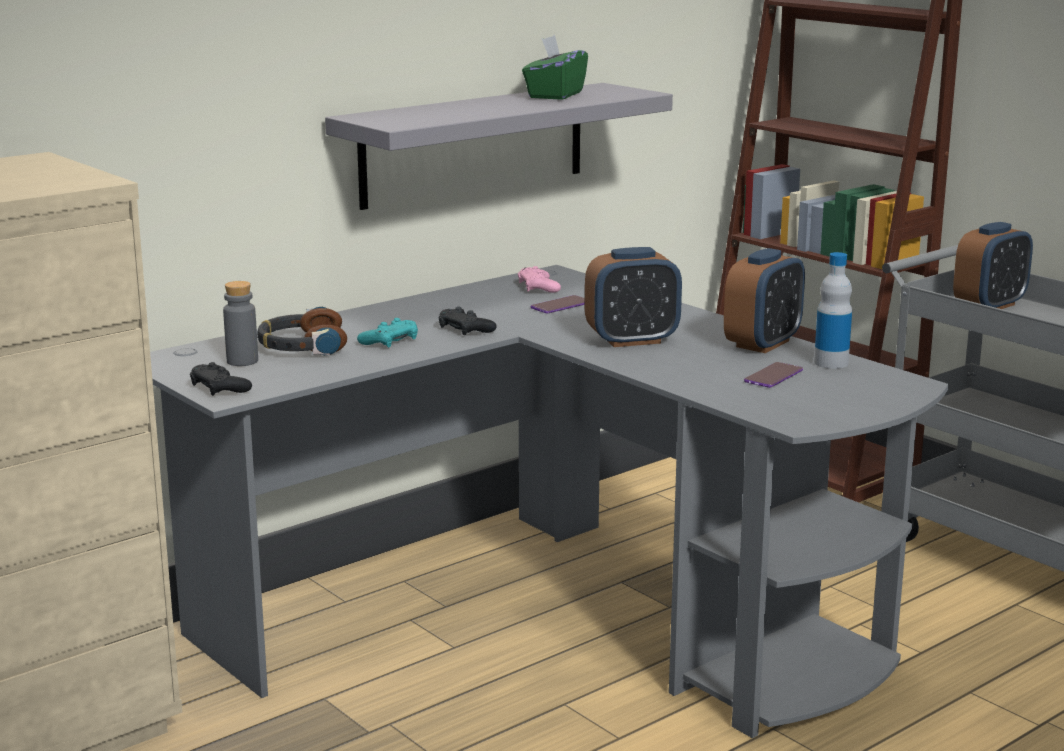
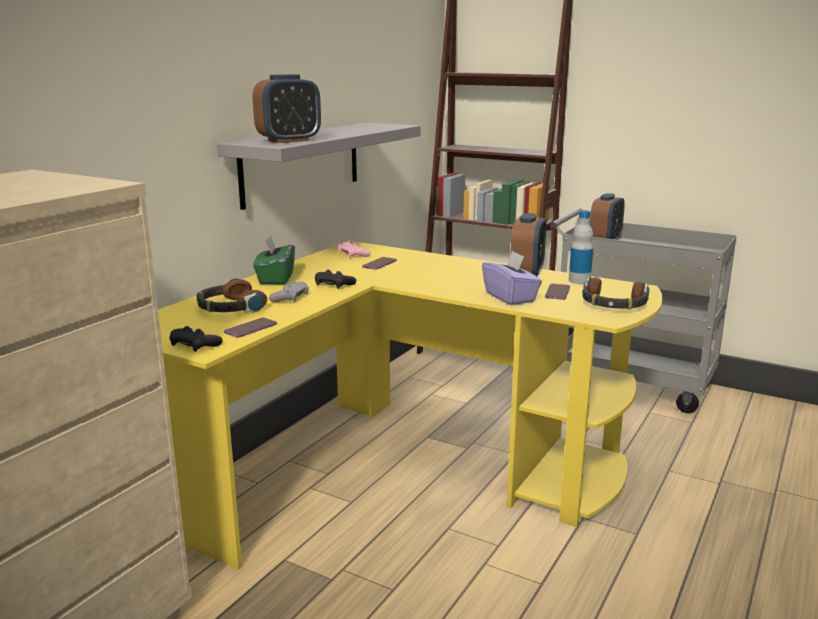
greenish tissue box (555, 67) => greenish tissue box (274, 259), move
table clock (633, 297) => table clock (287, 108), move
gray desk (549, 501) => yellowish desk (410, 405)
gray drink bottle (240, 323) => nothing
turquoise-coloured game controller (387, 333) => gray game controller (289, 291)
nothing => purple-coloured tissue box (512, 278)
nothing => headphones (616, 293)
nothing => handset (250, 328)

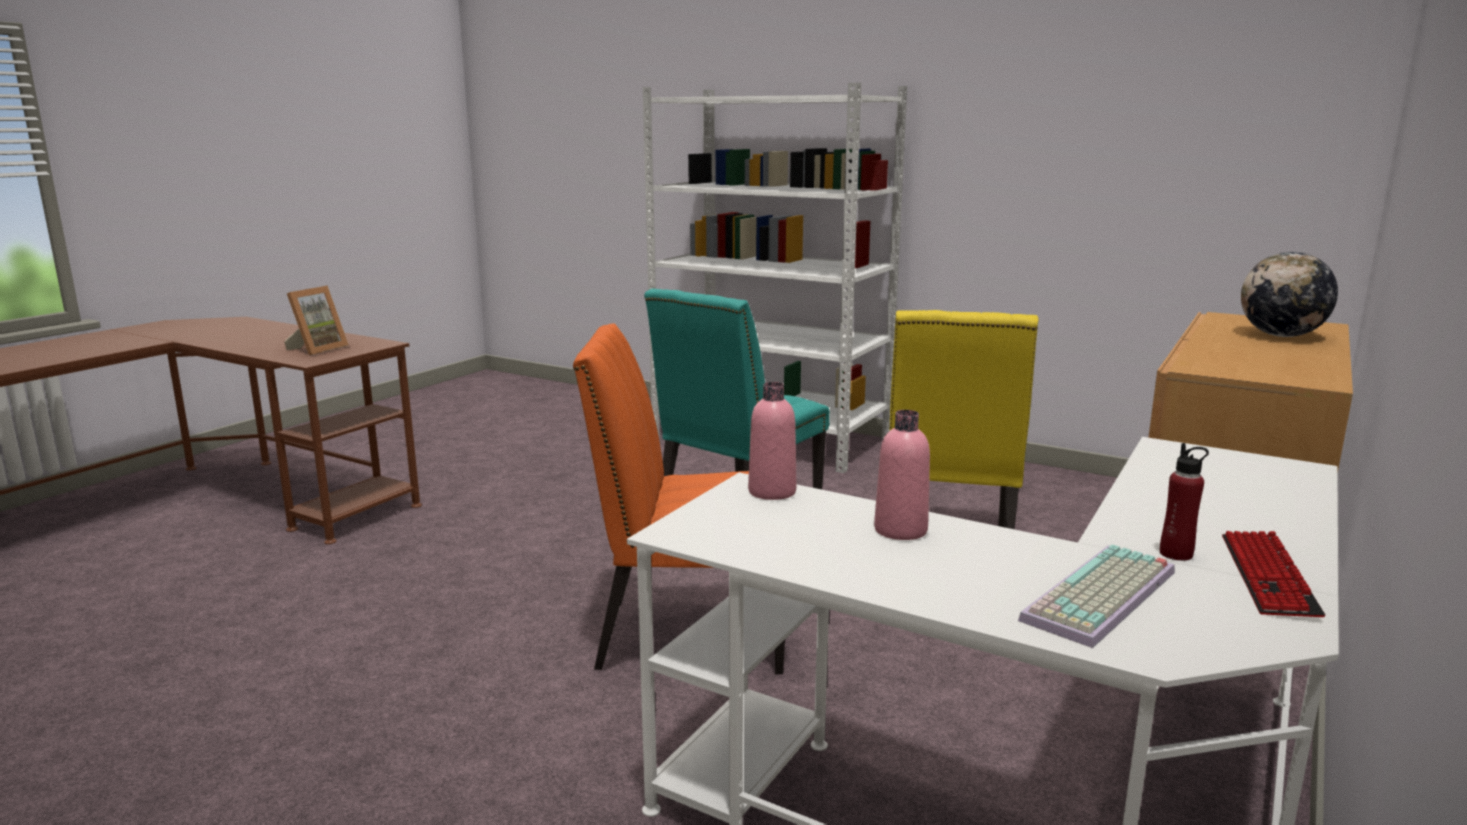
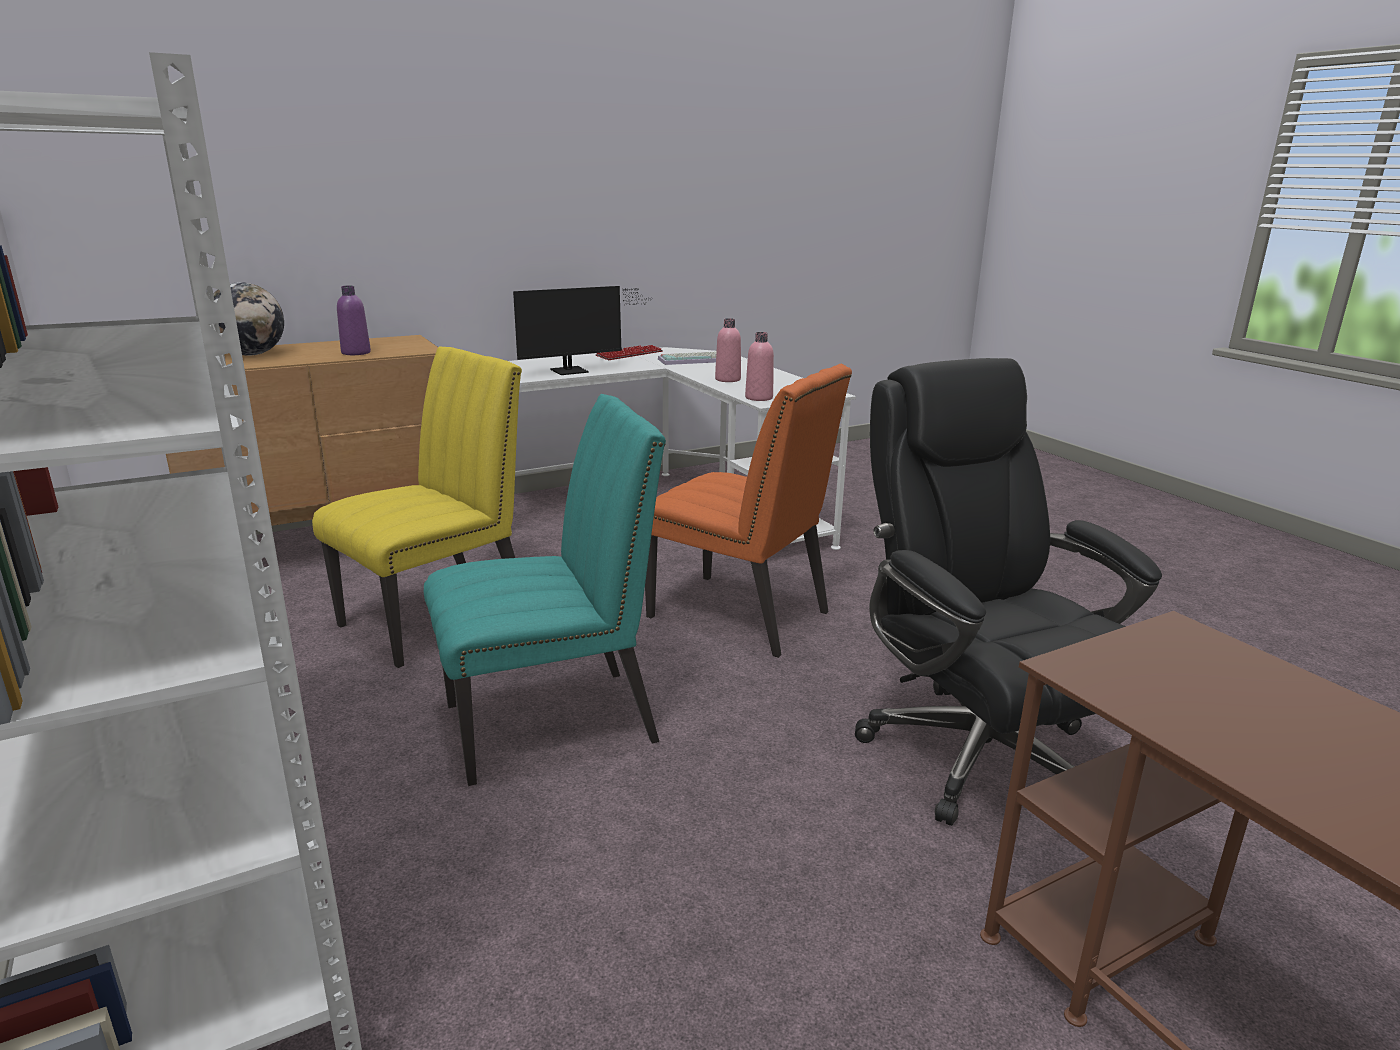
standing frame (316, 320) => nothing
reddish drink bottle (1184, 502) => nothing
nothing => purple-coloured drink bottle (354, 320)
nothing => computer display (581, 330)
nothing => blackish desk chair (1008, 592)

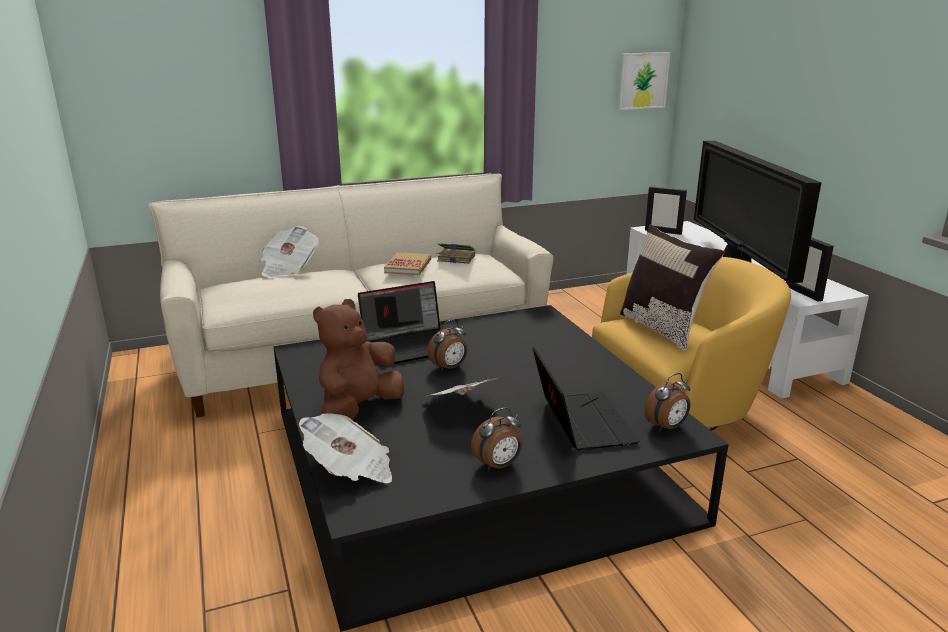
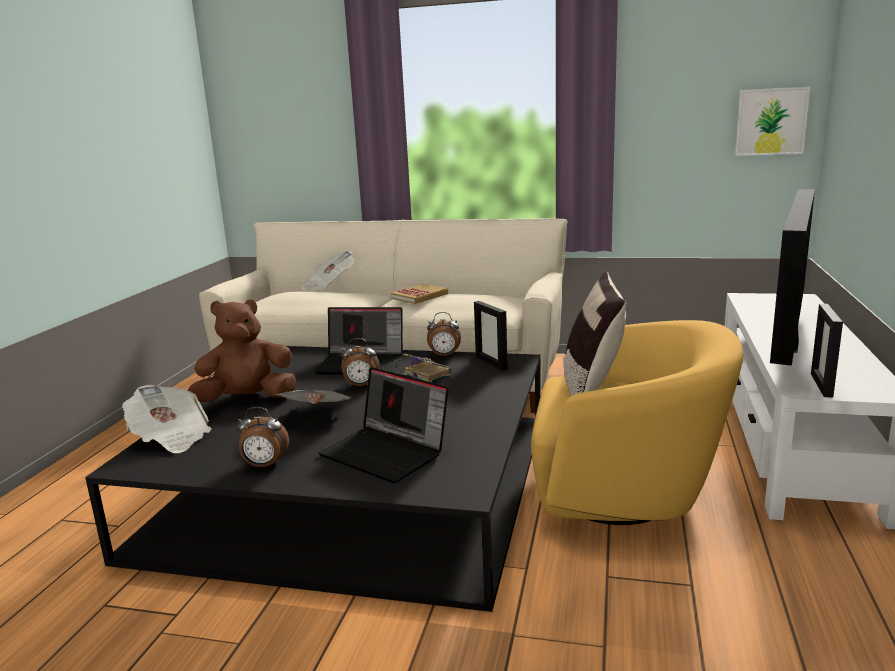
standing frame (666, 210) => standing frame (490, 336), move
bound book (456, 253) => bound book (427, 367), move
portable computer (585, 398) => portable computer (383, 425), 105 degrees clockwise
table clock (667, 402) => table clock (444, 334), move

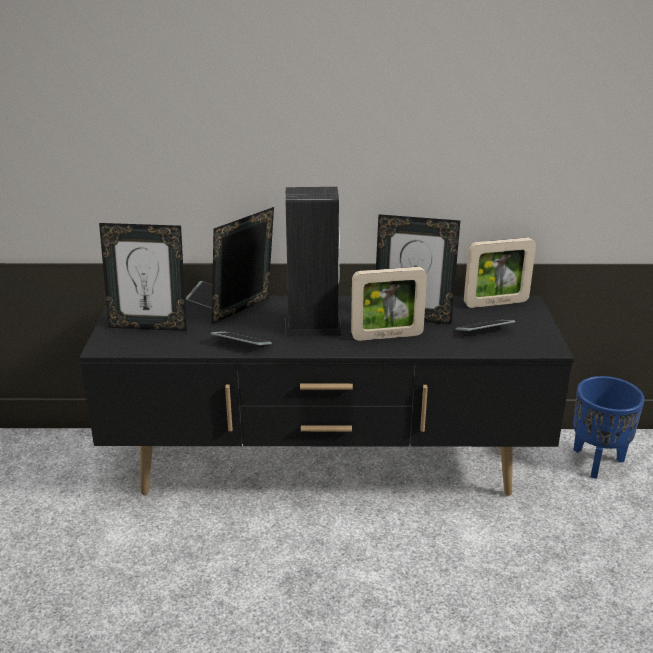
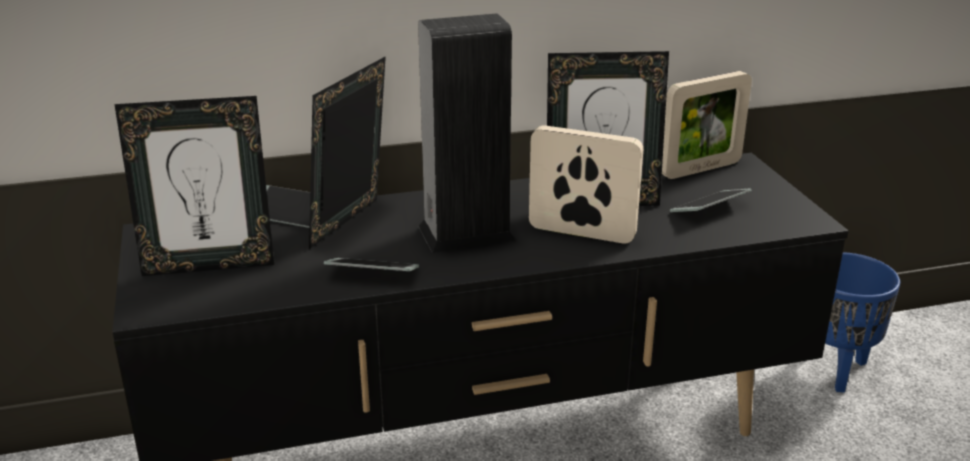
standing frame (389, 304) => standing frame (586, 184), 135 degrees counterclockwise

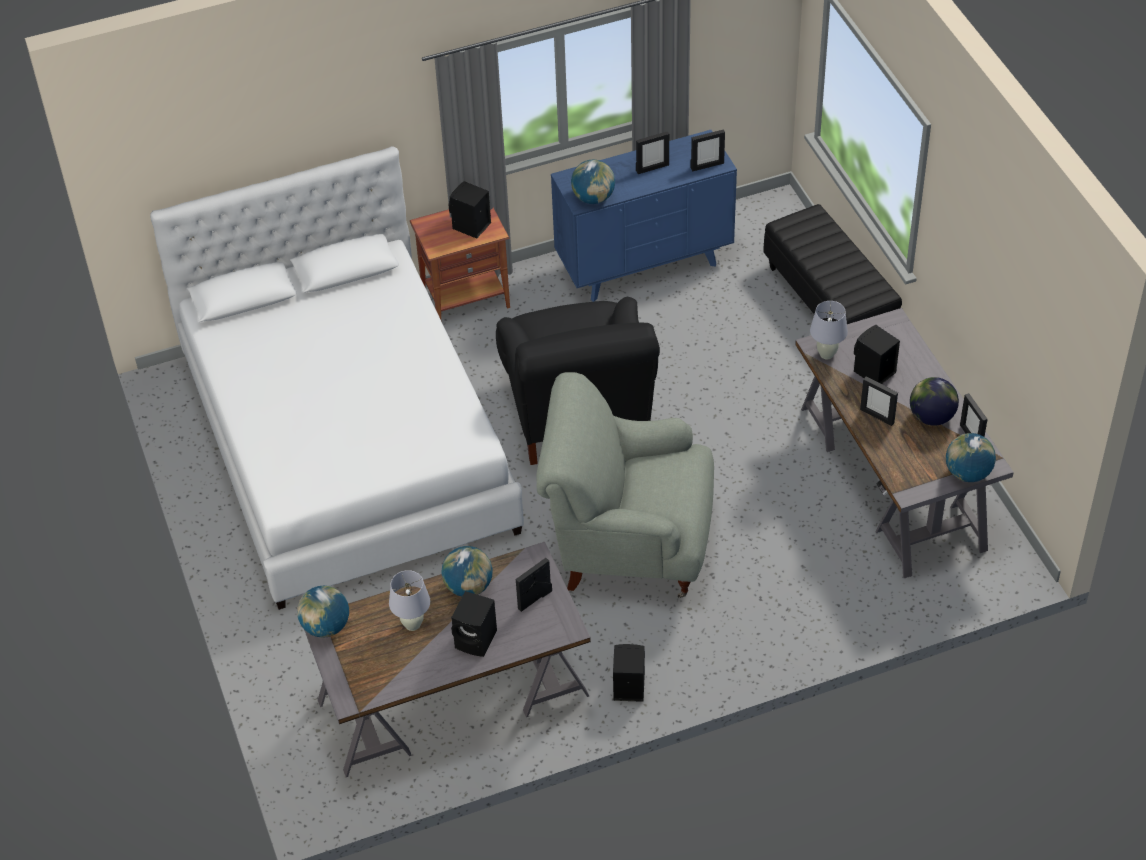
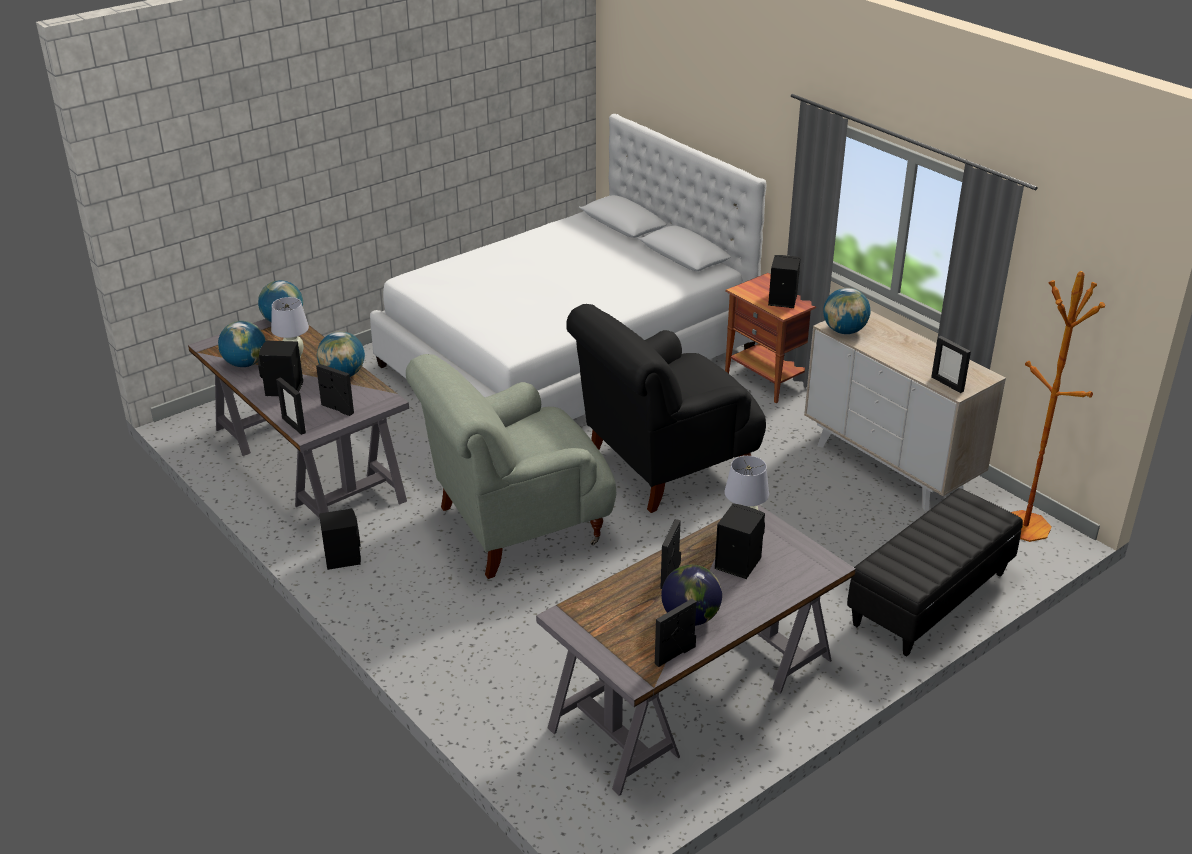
blue chest of drawers (644, 216) => white-coloured chest of drawers (905, 410)
standing frame (652, 152) => standing frame (291, 406), move
gray armchair (625, 485) => gray armchair (511, 466), 105 degrees counterclockwise
world globe (971, 457) => world globe (242, 344), move
nothing => orange garment rack (1058, 406)

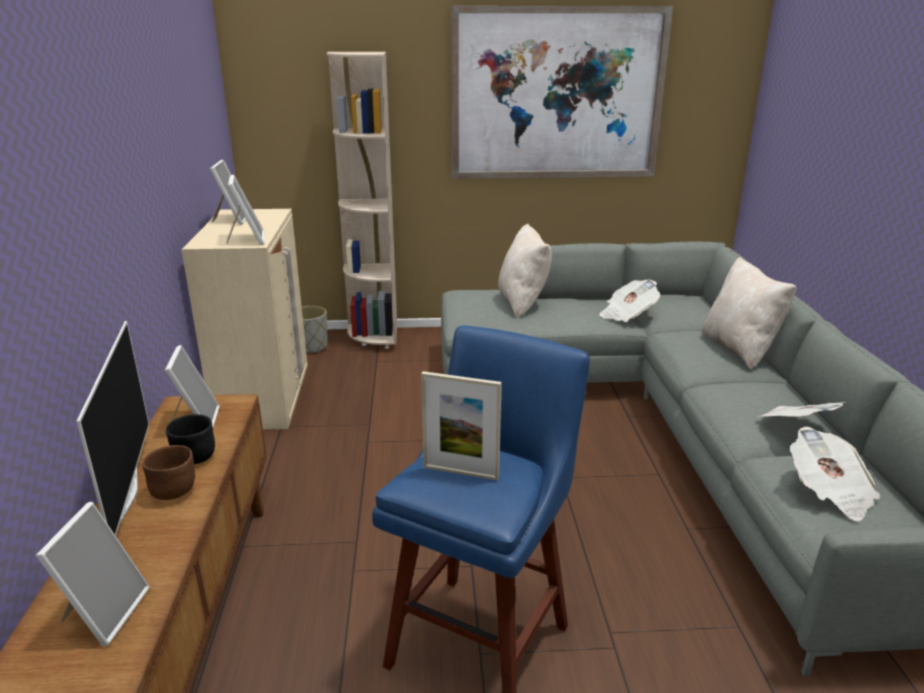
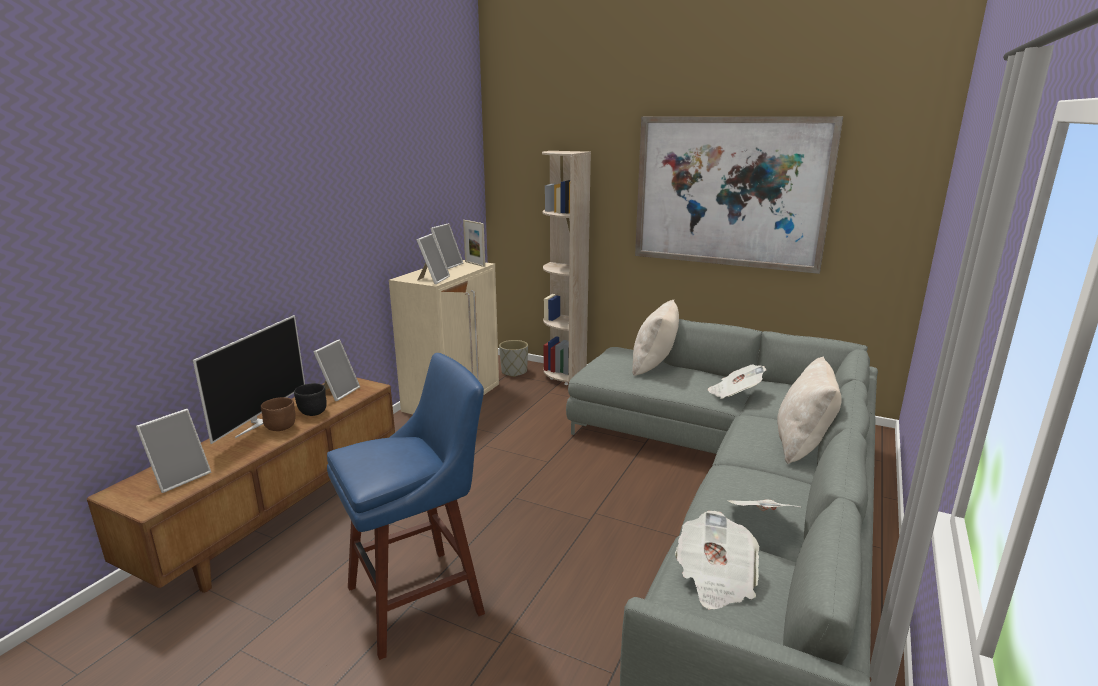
standing frame (461, 425) => standing frame (474, 243), move

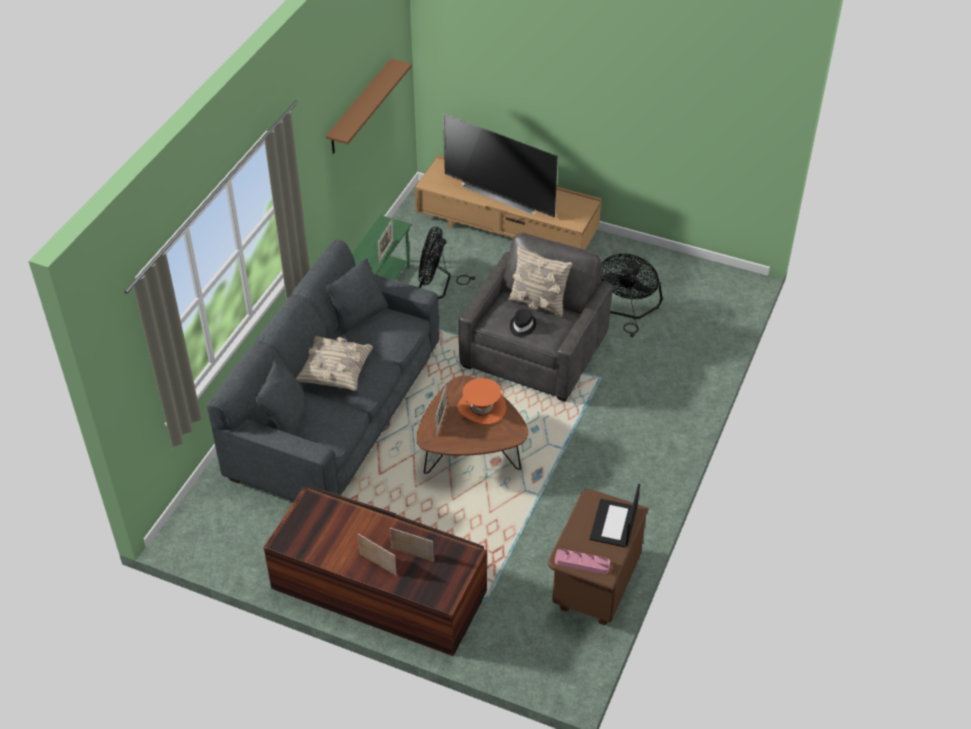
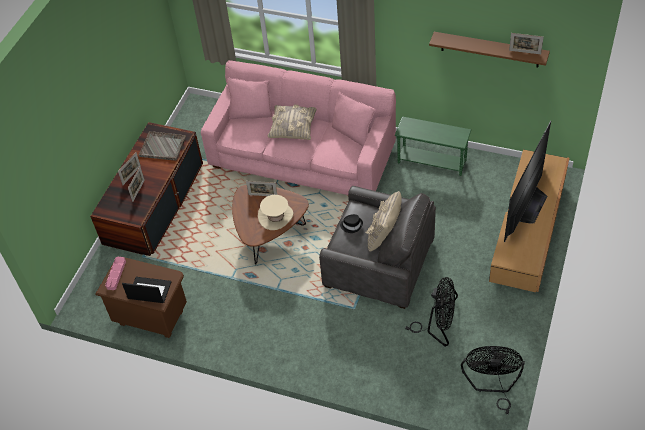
standing frame (386, 241) => standing frame (526, 43), move
blackish fan (447, 262) => blackish fan (493, 380), move
gray sofa (323, 370) => pinkish sofa (298, 127)
orange hat (481, 401) => beige hat (276, 212)
nothing => gray serving tray (162, 146)

